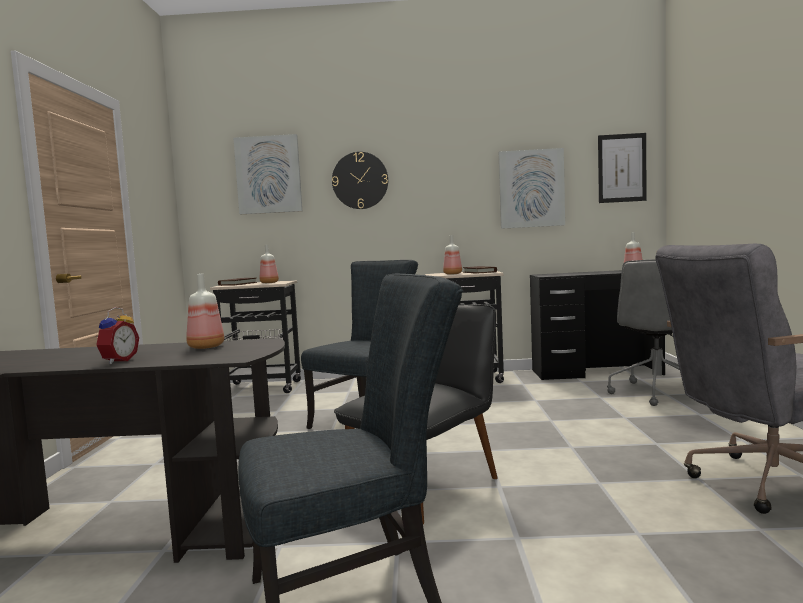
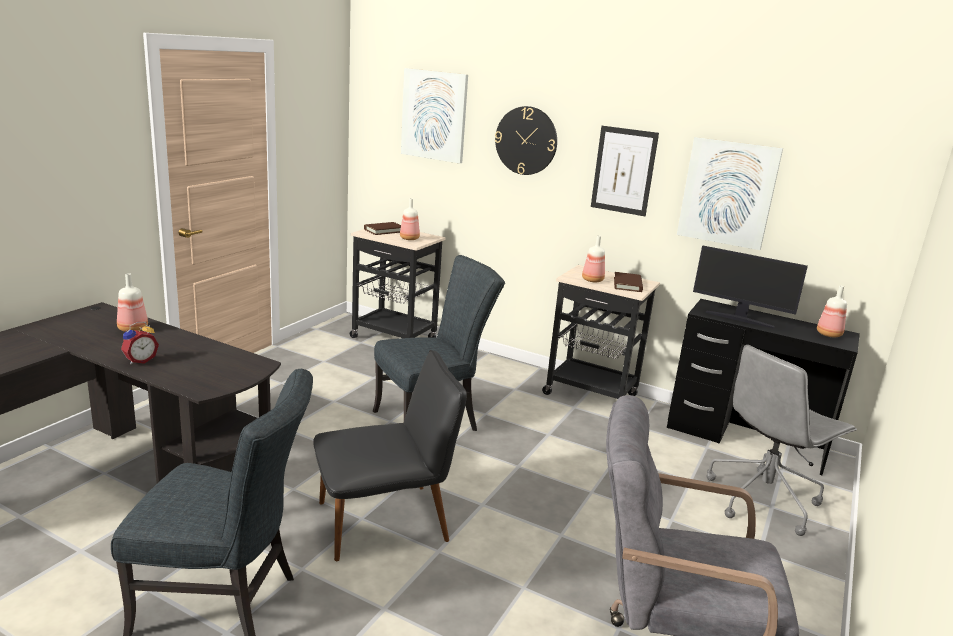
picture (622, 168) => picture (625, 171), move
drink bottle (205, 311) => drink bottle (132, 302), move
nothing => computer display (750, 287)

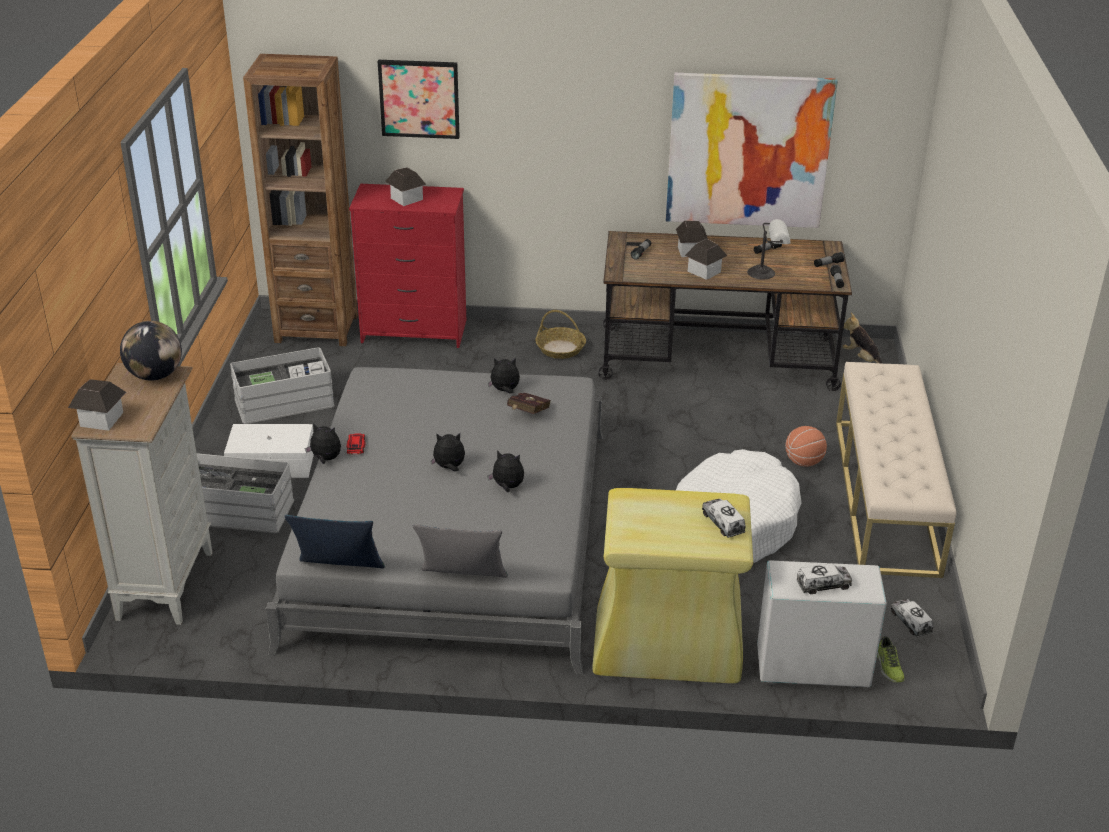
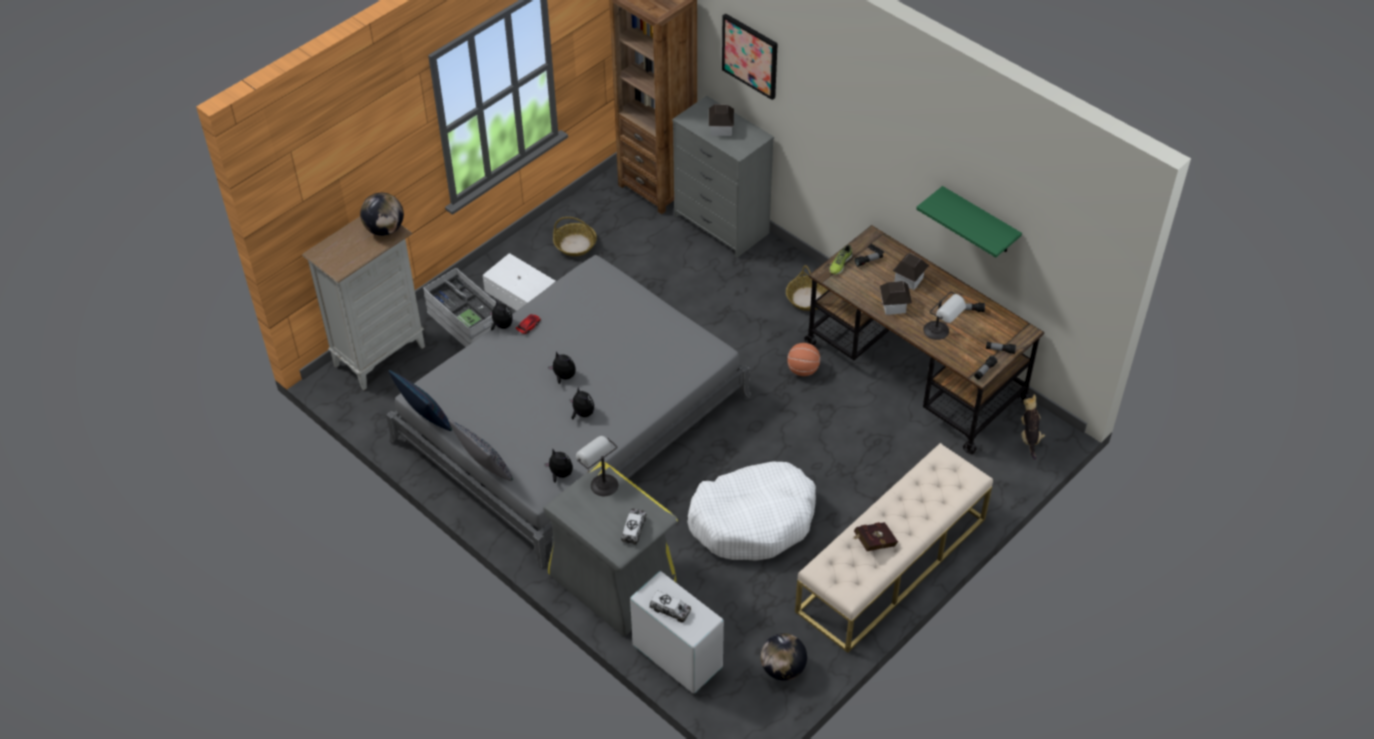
picture (752, 150) => greenish shelf (969, 221)
reddish chest of drawers (407, 266) => gray chest of drawers (723, 177)
gray storage bin (282, 385) => basket (575, 236)
plush toy (504, 376) => plush toy (559, 466), move
miniature house (97, 405) => nothing
reddish bound book (529, 403) => reddish bound book (875, 536), move
basketball ball (806, 446) => basketball ball (803, 359), move
yellowish bedside table (672, 585) => gray bedside table (610, 549)
model truck (912, 618) => world globe (784, 657)
item of footwear (891, 659) => item of footwear (841, 260), move
nothing => lamp for a table (597, 466)

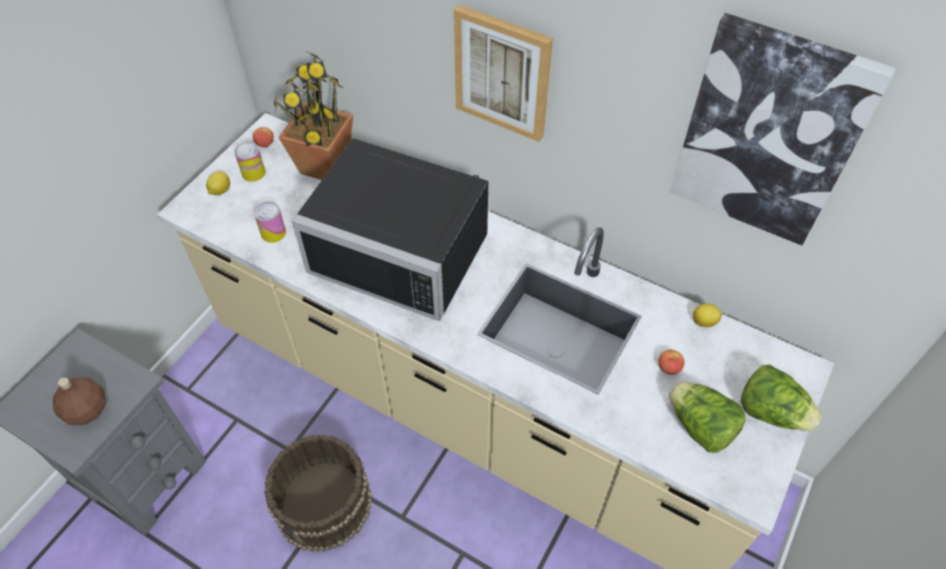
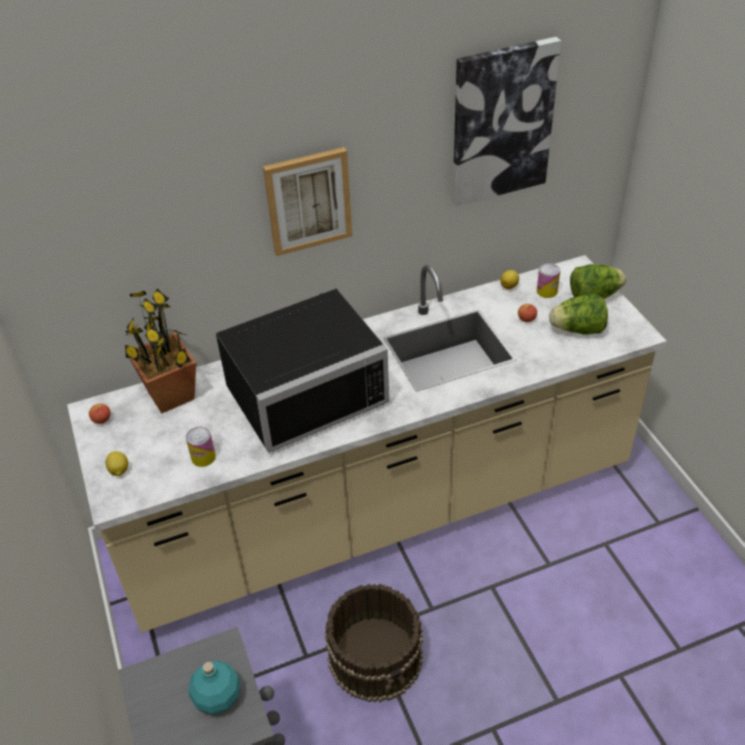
sealed can (250, 162) => sealed can (548, 280), move
brown drink bottle (79, 401) => turquoise-coloured drink bottle (214, 687)

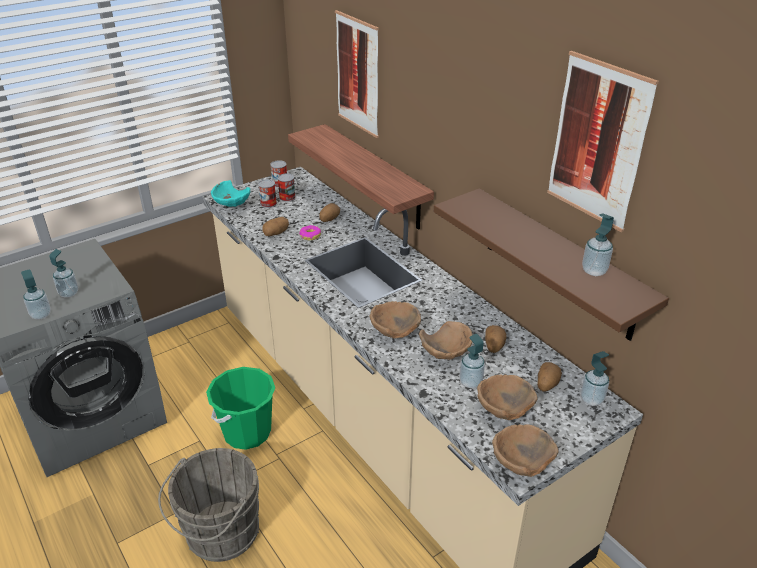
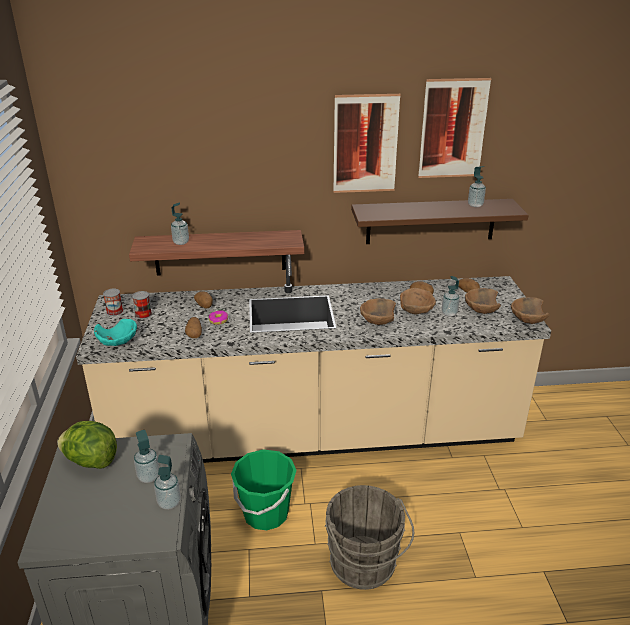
picture (357, 74) => picture (367, 143), move
sealed can (267, 193) => nothing
soap dispenser (595, 378) => soap dispenser (180, 223), move
nothing => head of lettuce (87, 445)

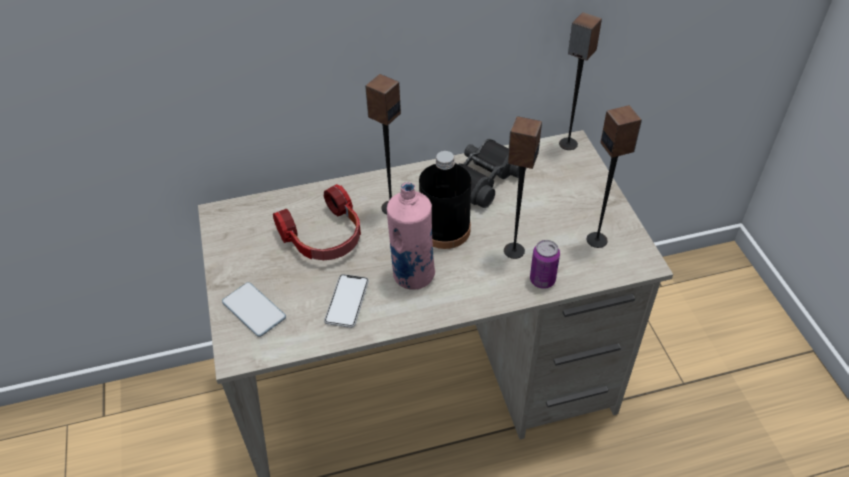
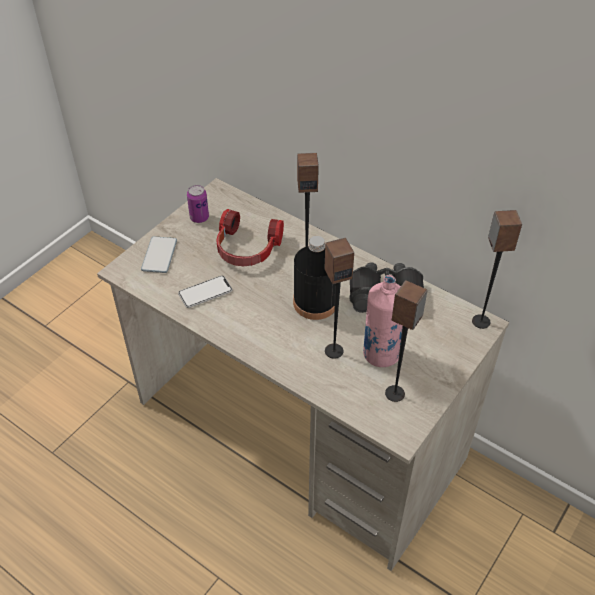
pinkish drink bottle (411, 236) => pinkish drink bottle (383, 321), move
sealed can (545, 264) => sealed can (198, 204), move

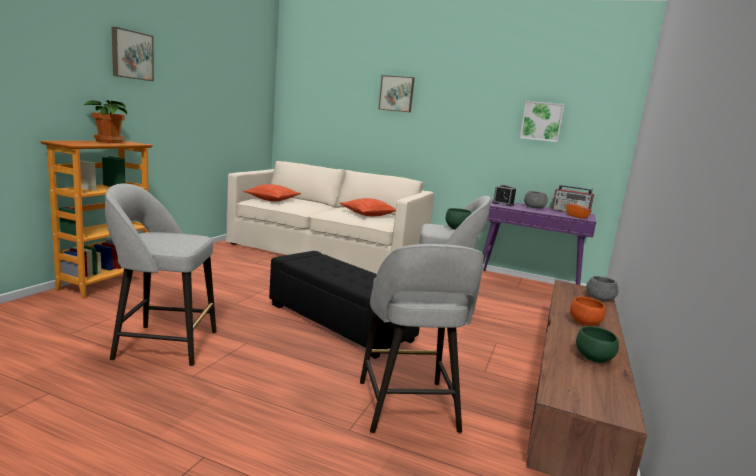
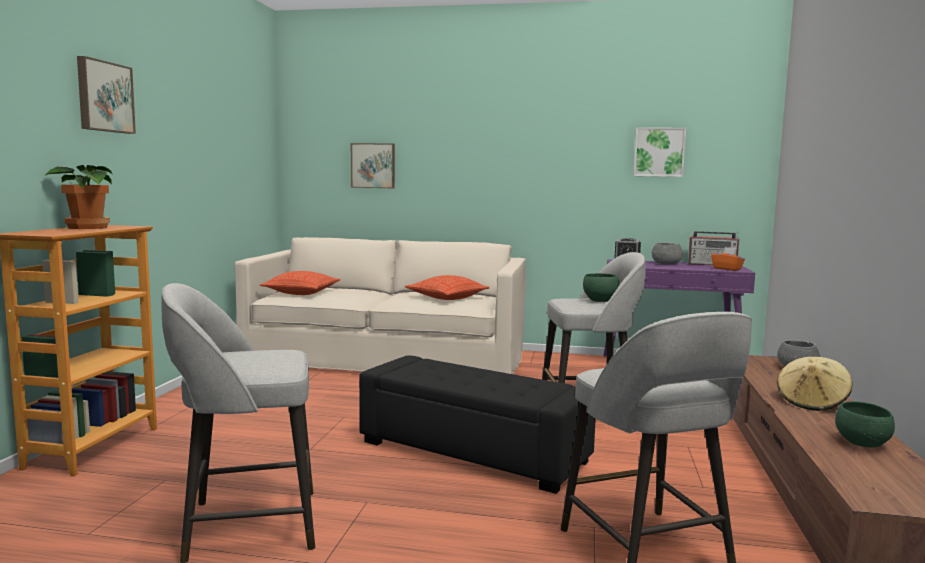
picture (396, 93) => picture (373, 165), move
orange deep dish (588, 311) => beige hat (814, 384)

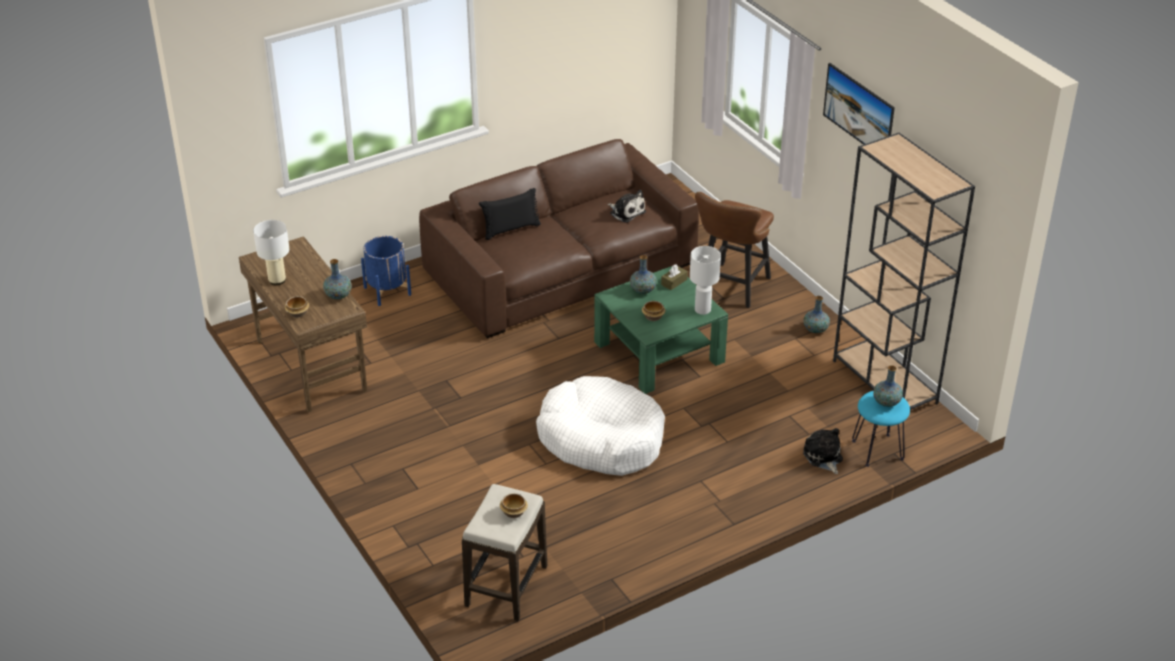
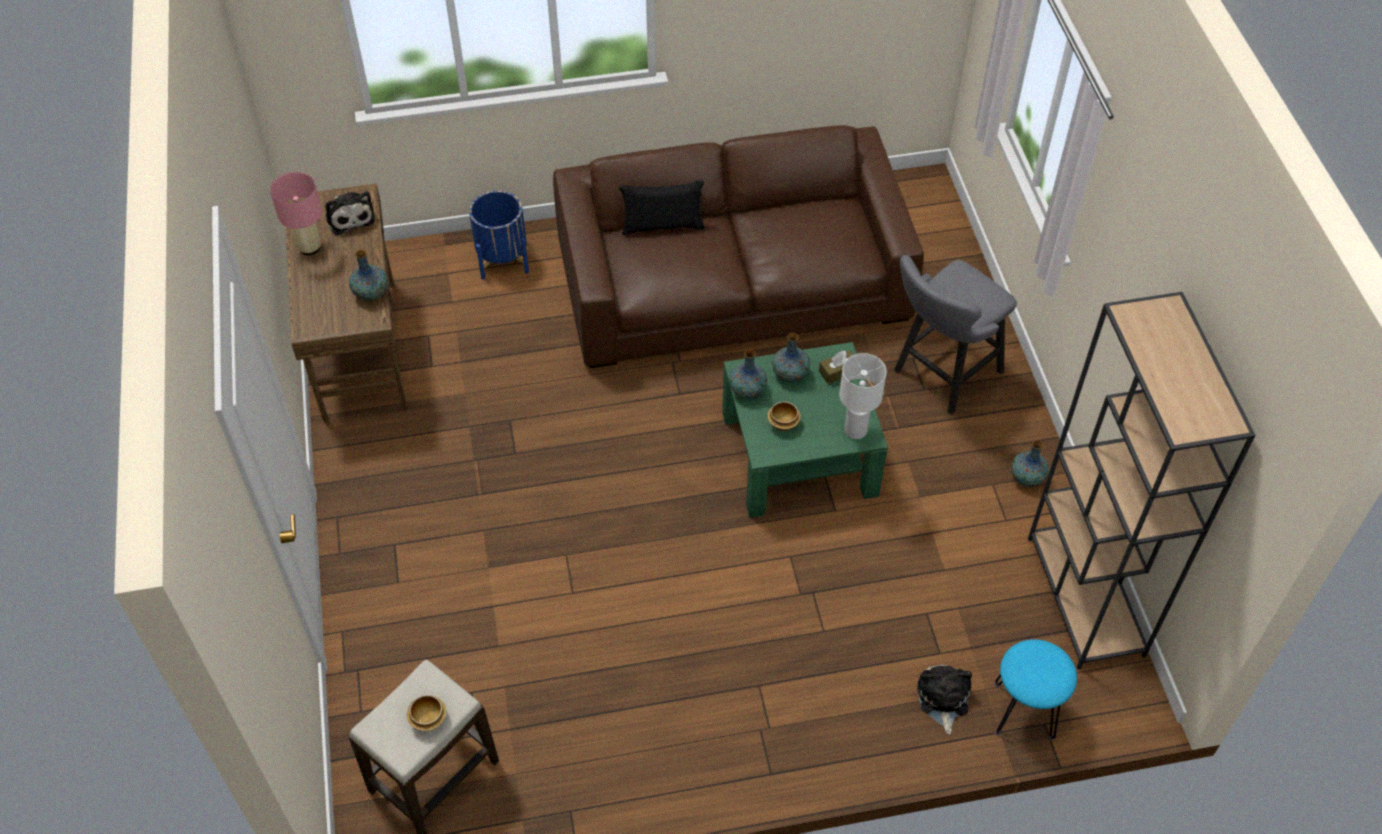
picture (859, 104) => nothing
plush toy (626, 206) => plush toy (350, 213), move
brown stool seat (734, 250) => gray stool seat (955, 335)
white-coloured lamp for a table (271, 253) => pinkish lamp for a table (296, 213)
deep dish (297, 307) => nothing
decorative vase (888, 386) => decorative vase (748, 373), move
white-coloured dog cushion (600, 426) => nothing

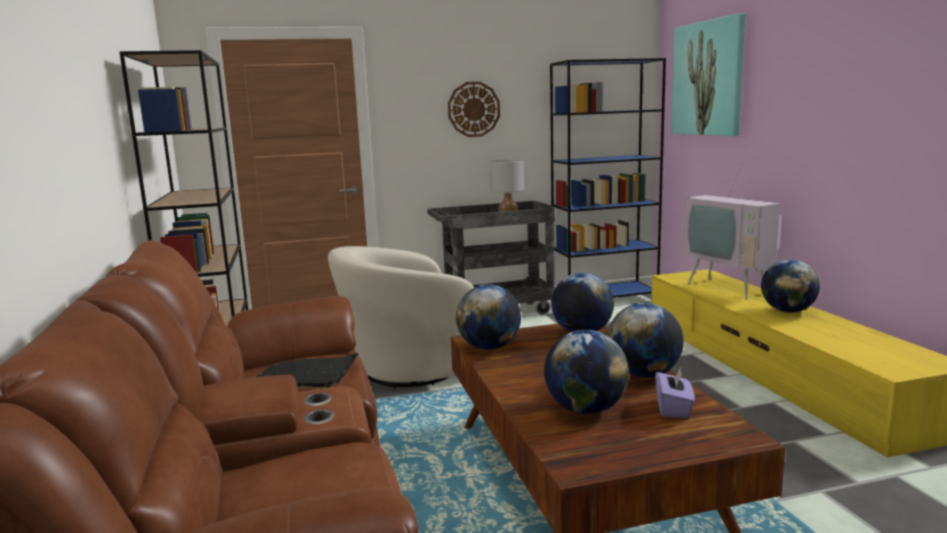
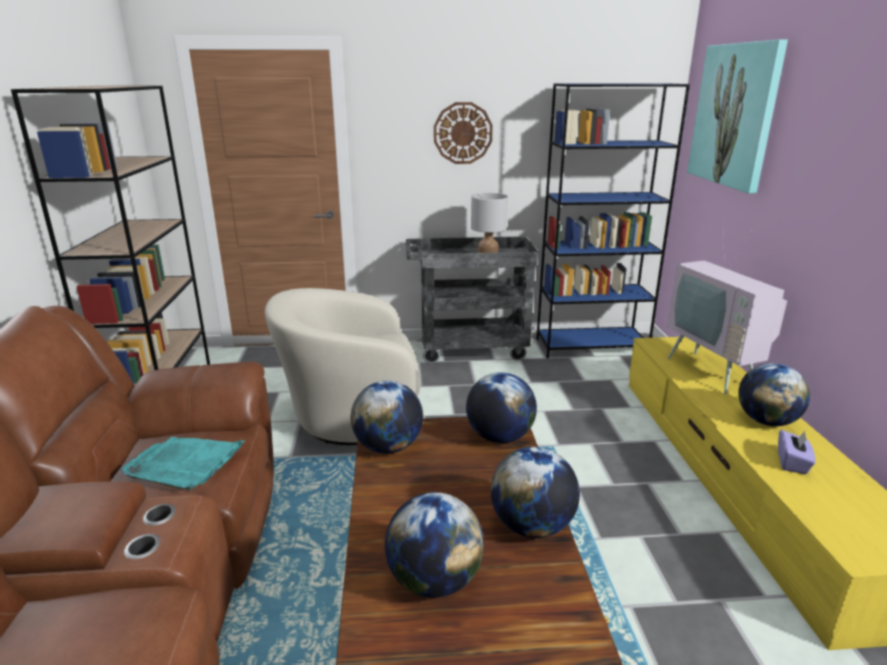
blackish serving tray (308, 371) => turquoise-coloured serving tray (183, 463)
purple-coloured tissue box (675, 392) => purple-coloured tissue box (797, 452), move

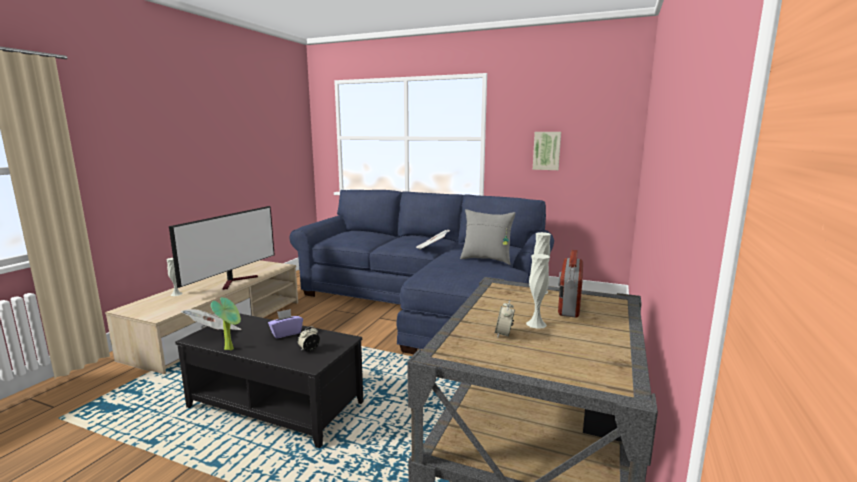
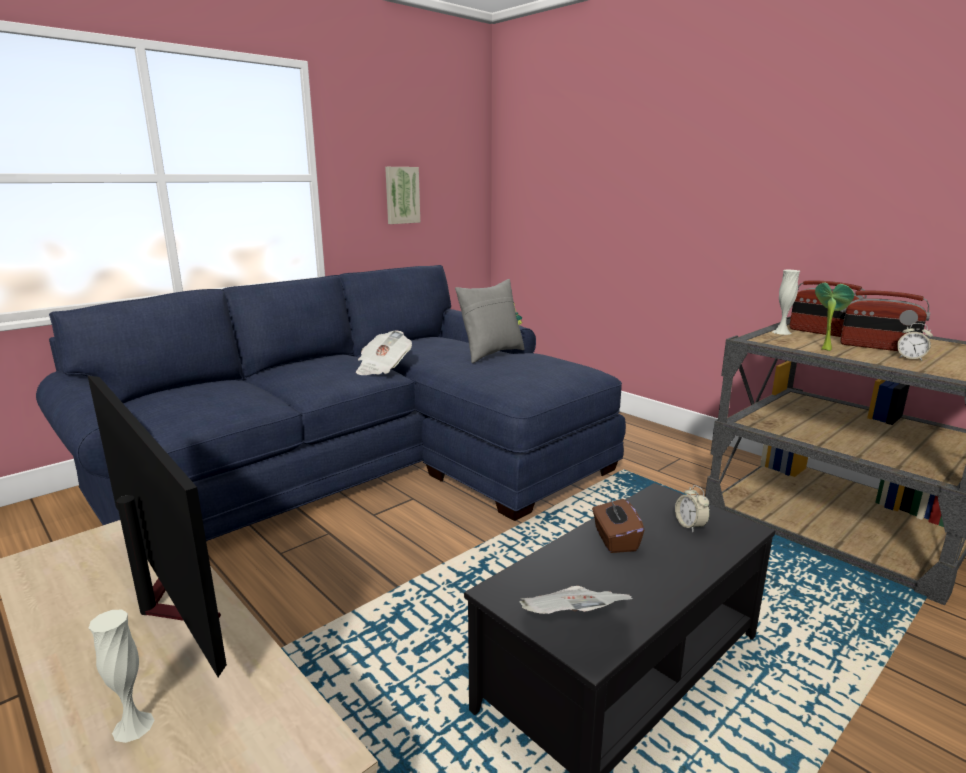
white-coloured decorative vase (538, 291) => radio set (885, 321)
potted plant (226, 324) => potted plant (834, 317), move
purple-coloured tissue box (285, 324) => brown tissue box (618, 526)

